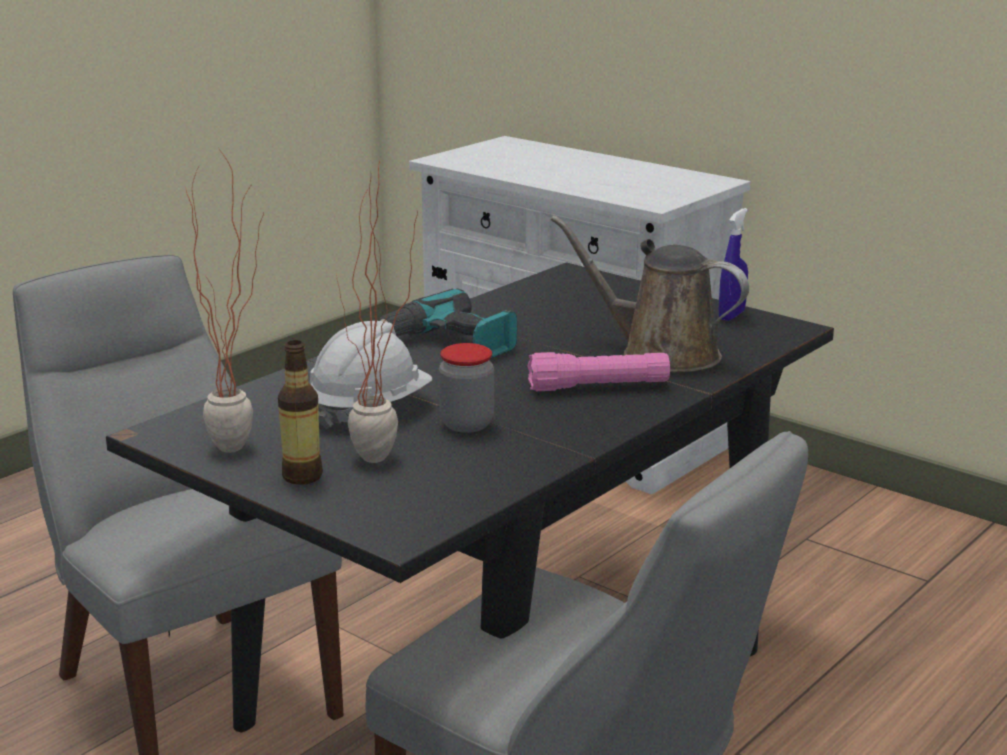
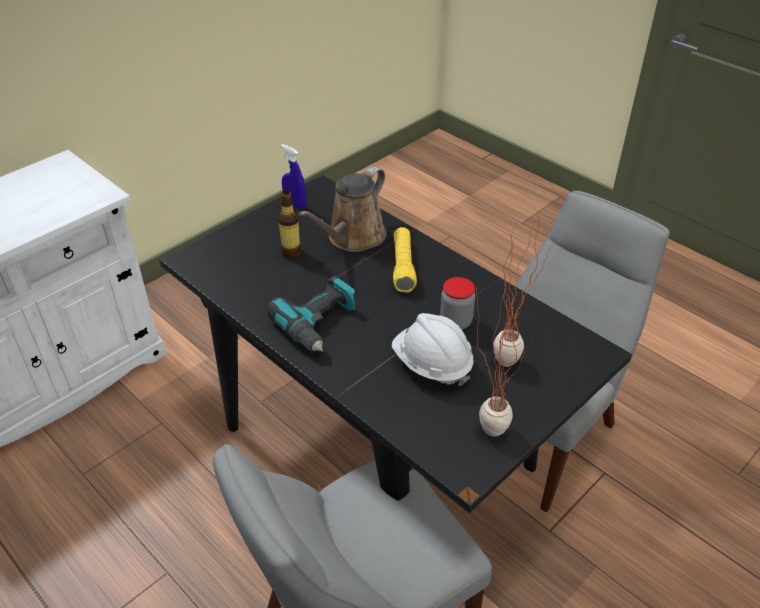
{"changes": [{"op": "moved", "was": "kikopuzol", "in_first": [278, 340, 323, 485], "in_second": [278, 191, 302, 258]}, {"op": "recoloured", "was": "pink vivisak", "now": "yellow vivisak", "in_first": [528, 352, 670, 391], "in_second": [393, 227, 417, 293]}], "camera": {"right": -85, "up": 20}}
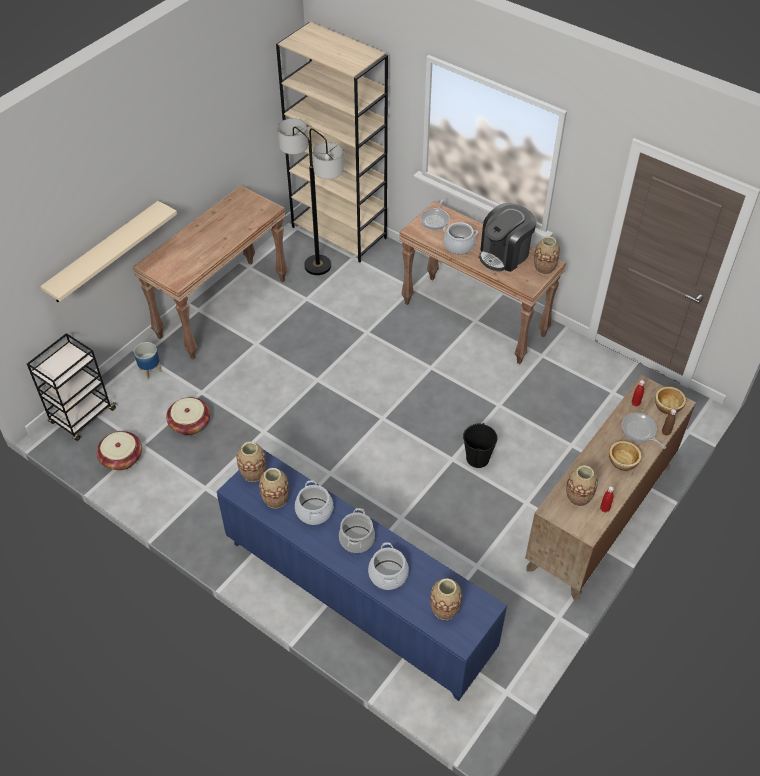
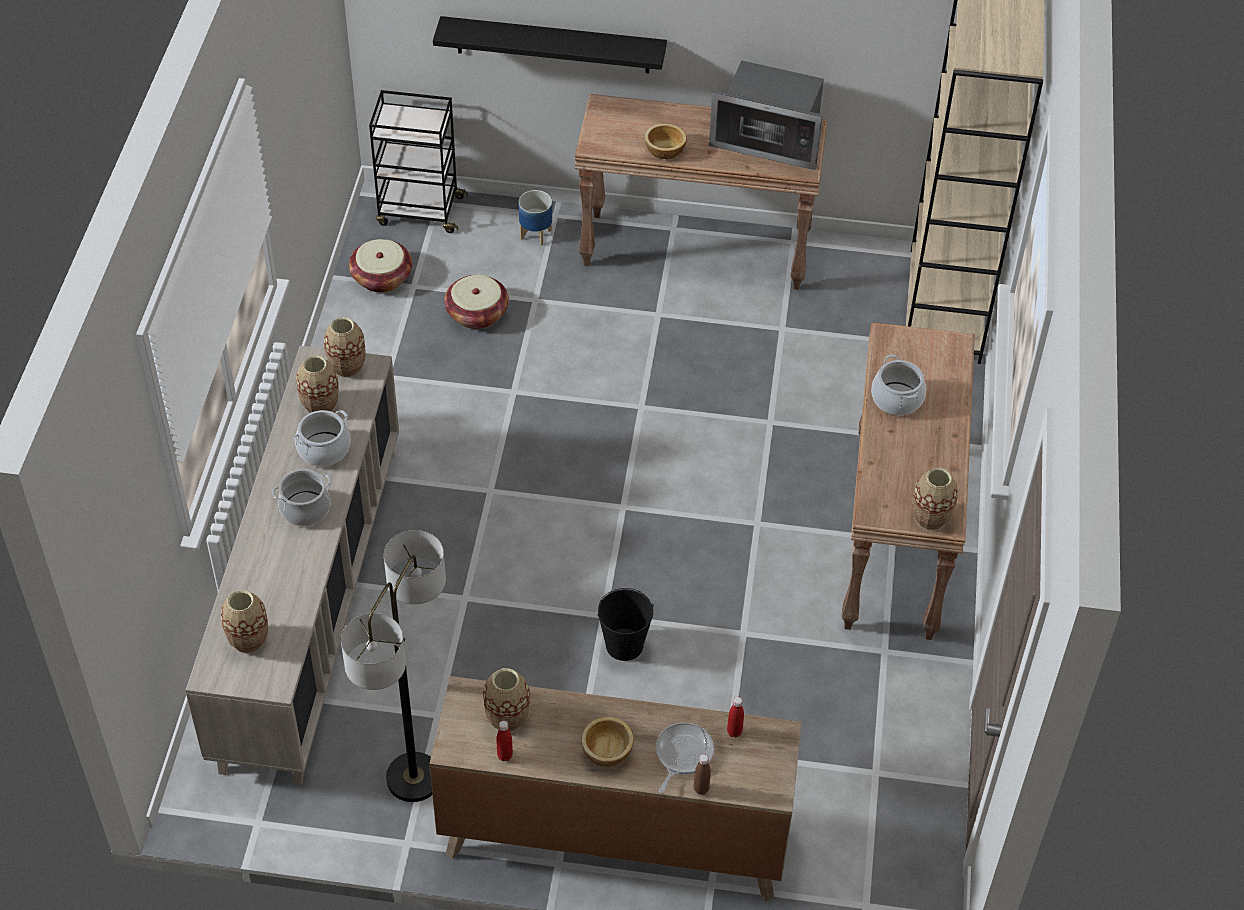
{"changes": [{"op": "recoloured", "was": "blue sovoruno", "now": "beige sovoruno", "in_first": [217, 449, 507, 701], "in_second": [186, 346, 399, 785]}, {"op": "moved", "was": "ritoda", "in_first": [277, 118, 344, 275], "in_second": [341, 530, 446, 802]}, {"op": "recoloured", "was": "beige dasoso", "now": "black dasoso", "in_first": [40, 201, 177, 302], "in_second": [433, 16, 667, 74]}, {"op": "moved", "was": "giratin", "in_first": [655, 387, 686, 414], "in_second": [645, 124, 687, 159]}, {"op": "added", "now": "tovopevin", "in_second": [709, 60, 824, 170]}, {"op": "removed", "was": "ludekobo", "in_first": [368, 543, 409, 590]}, {"op": "removed", "was": "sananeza", "in_first": [420, 199, 450, 230]}, {"op": "removed", "was": "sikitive", "in_first": [479, 203, 537, 272]}], "camera": {"right": 60, "up": 0}}
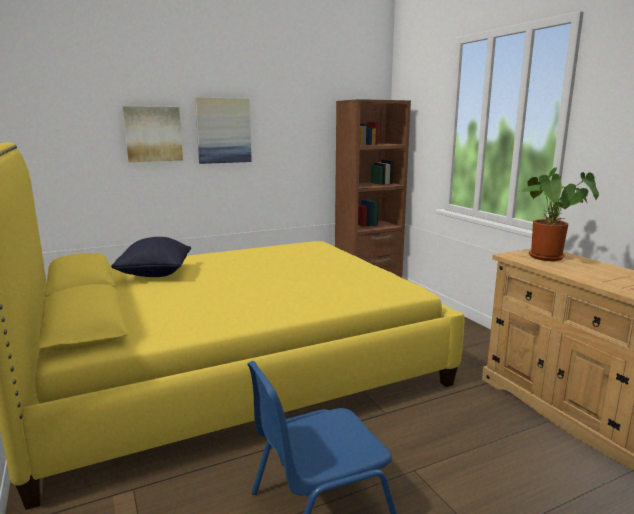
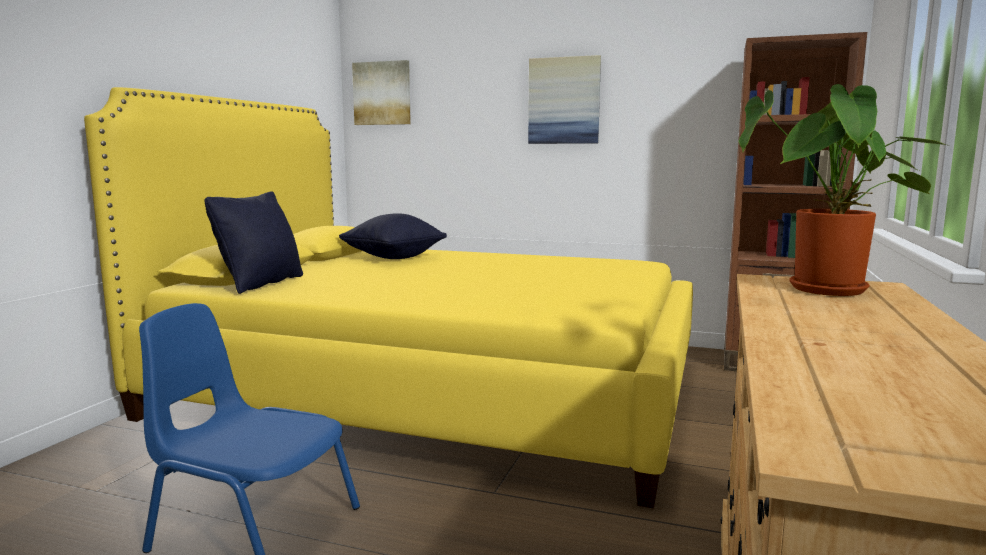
{"changes": [{"op": "added", "now": "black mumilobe", "in_second": [205, 191, 303, 294]}, {"op": "moved", "was": "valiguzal", "in_first": [123, 106, 183, 162], "in_second": [352, 60, 411, 125]}], "camera": {"right": 45, "up": -5}}
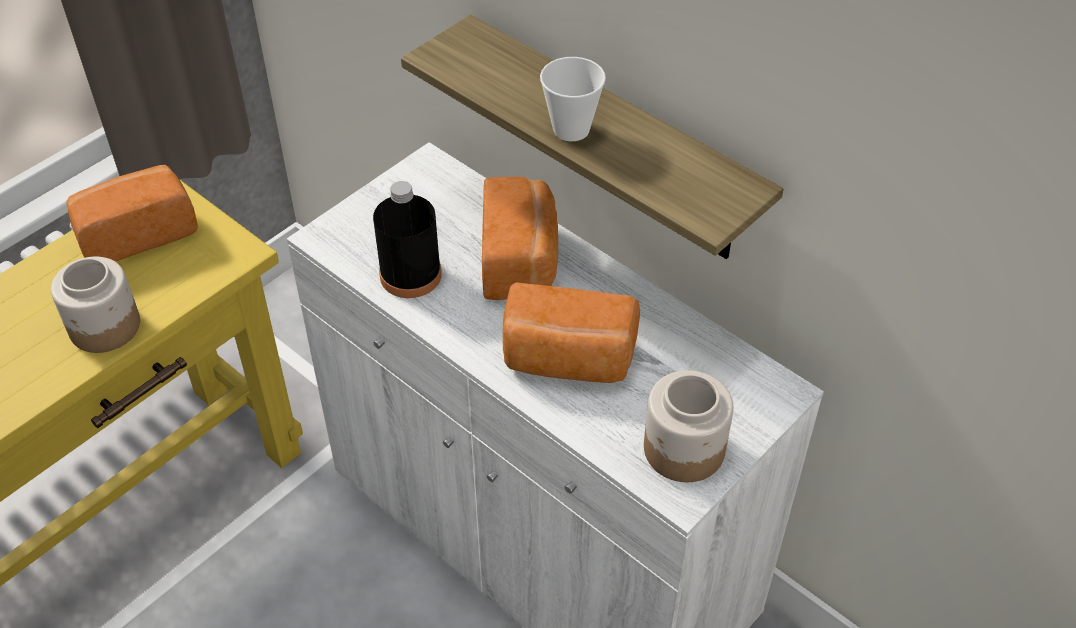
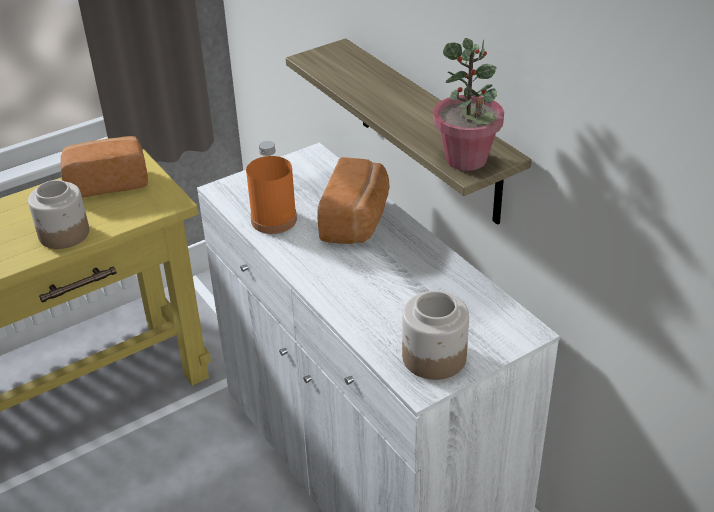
{"changes": [{"op": "recoloured", "was": "black kikopuzol", "now": "orange kikopuzol", "in_first": [373, 181, 442, 298], "in_second": [246, 141, 297, 234]}, {"op": "added", "now": "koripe", "in_second": [433, 38, 504, 171]}, {"op": "removed", "was": "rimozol", "in_first": [503, 282, 640, 383]}, {"op": "removed", "was": "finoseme", "in_first": [540, 57, 606, 141]}], "camera": {"right": 15, "up": -10}}
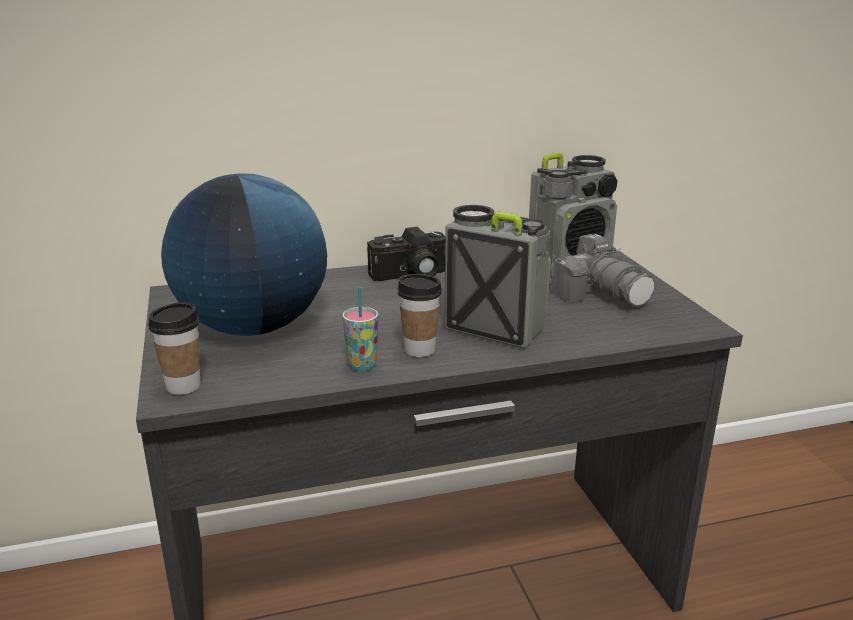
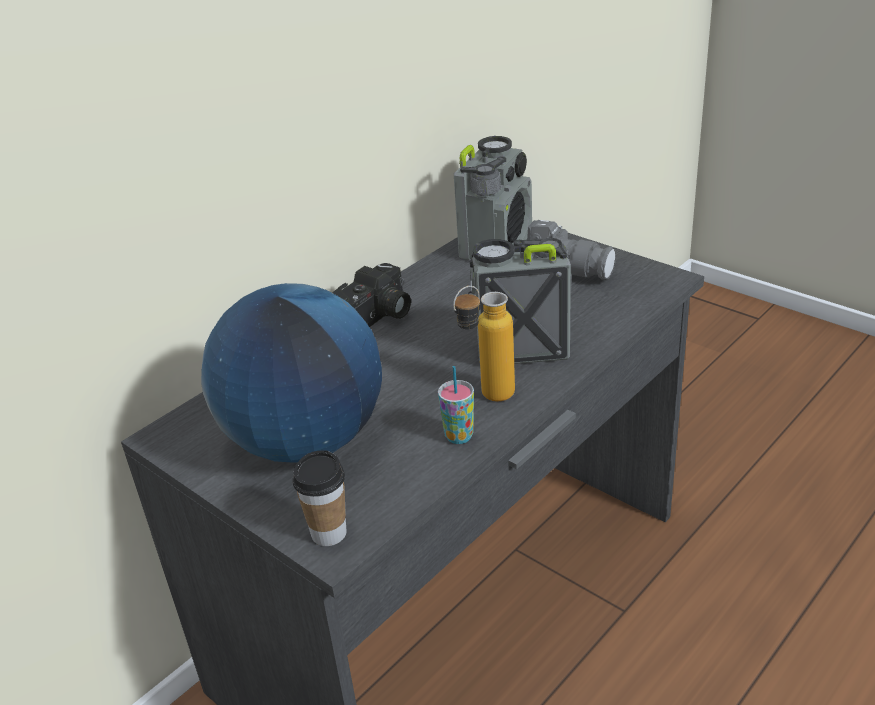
{"changes": [{"op": "replaced", "was": "finoseme", "now": "kikopuzol", "in_first": [397, 274, 442, 357], "in_second": [453, 286, 515, 402]}], "camera": {"right": -30, "up": 10}}
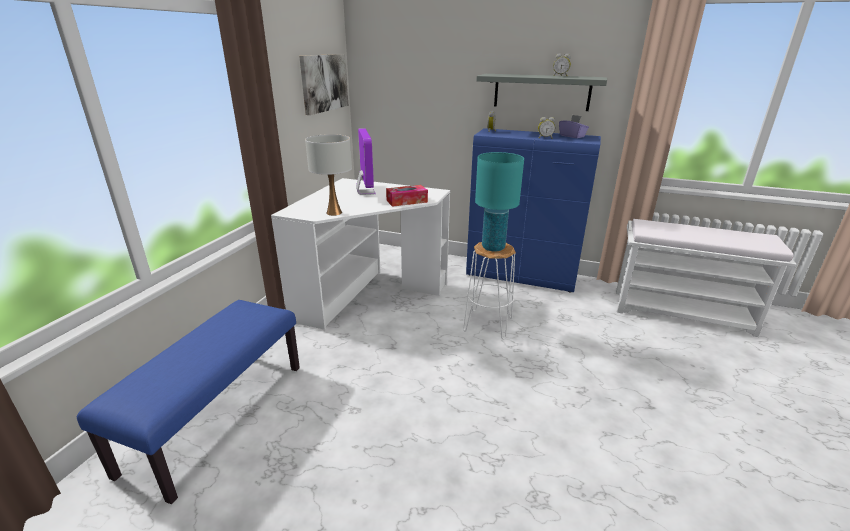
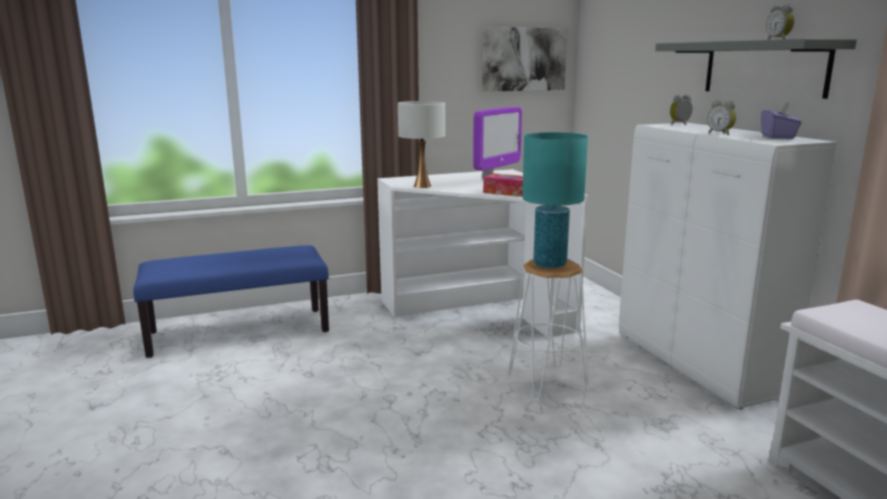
{"changes": [{"op": "recoloured", "was": "blue sovoruno", "now": "white sovoruno", "in_first": [466, 128, 601, 293], "in_second": [619, 123, 837, 409]}], "camera": {"right": 50, "up": -10}}
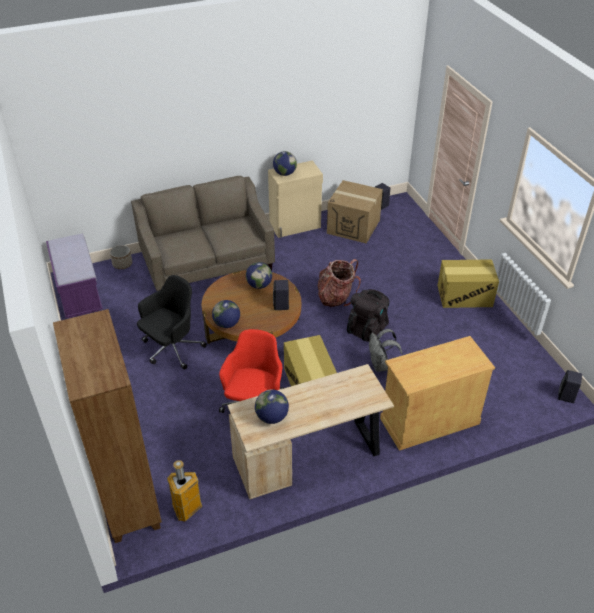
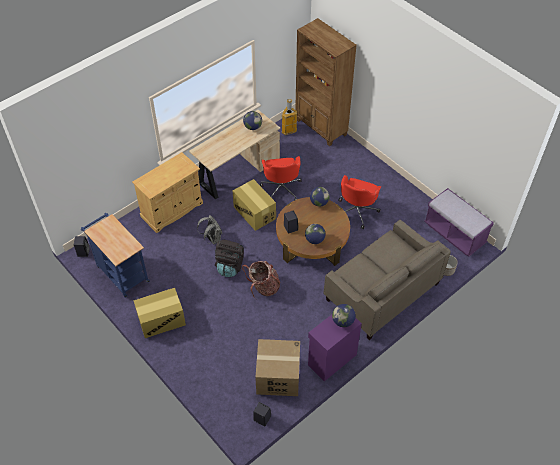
{"changes": [{"op": "added", "now": "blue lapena", "in_second": [81, 213, 150, 298]}, {"op": "recoloured", "was": "beige sovoruno", "now": "purple sovoruno", "in_first": [268, 160, 323, 238], "in_second": [308, 315, 362, 381]}, {"op": "recoloured", "was": "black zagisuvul", "now": "red zagisuvul", "in_first": [137, 275, 207, 370], "in_second": [338, 175, 381, 229]}], "camera": {"right": 160, "up": 10}}
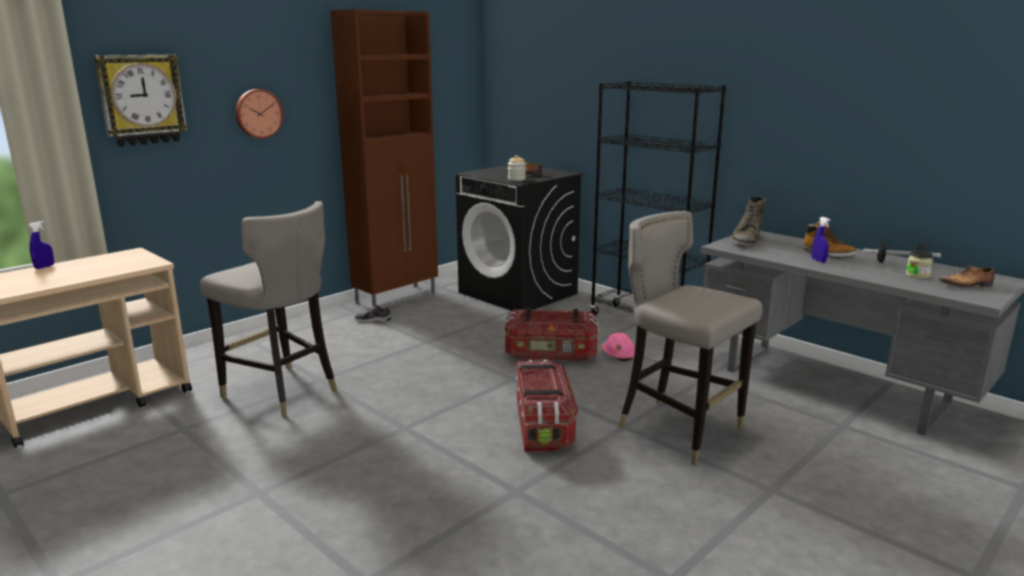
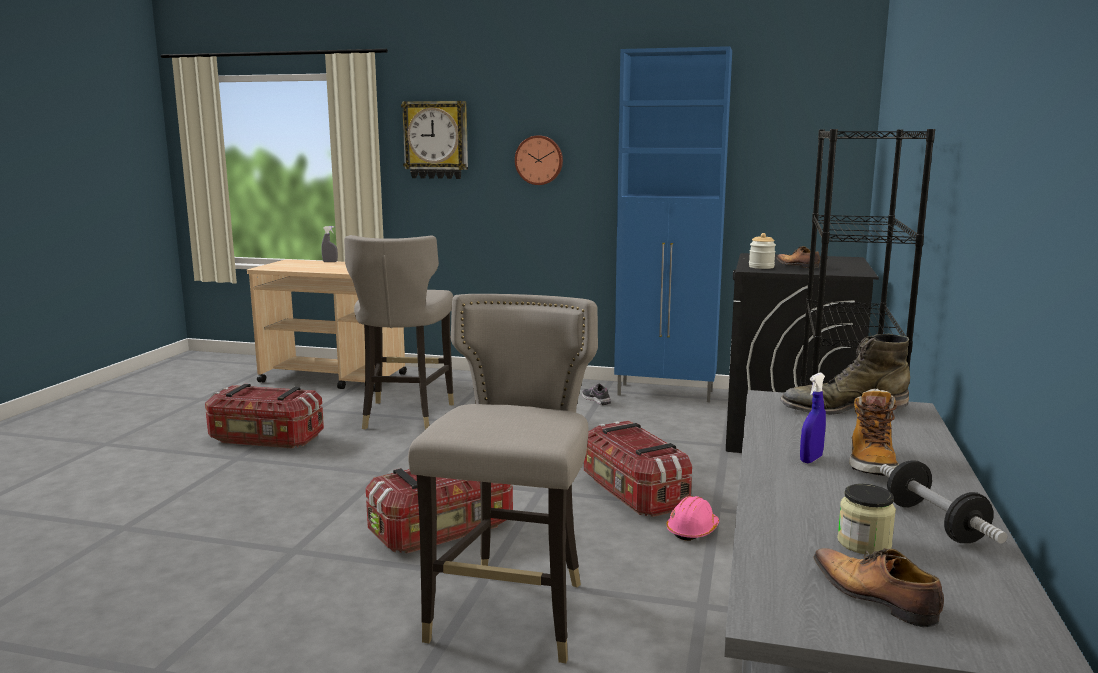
{"changes": [{"op": "added", "now": "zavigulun", "in_second": [205, 384, 324, 448]}, {"op": "recoloured", "was": "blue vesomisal", "now": "grey vesomisal", "in_first": [28, 221, 54, 269], "in_second": [321, 226, 338, 262]}, {"op": "recoloured", "was": "brown sovoruno", "now": "blue sovoruno", "in_first": [330, 9, 438, 306], "in_second": [614, 46, 732, 402]}], "camera": {"right": 60, "up": -5}}
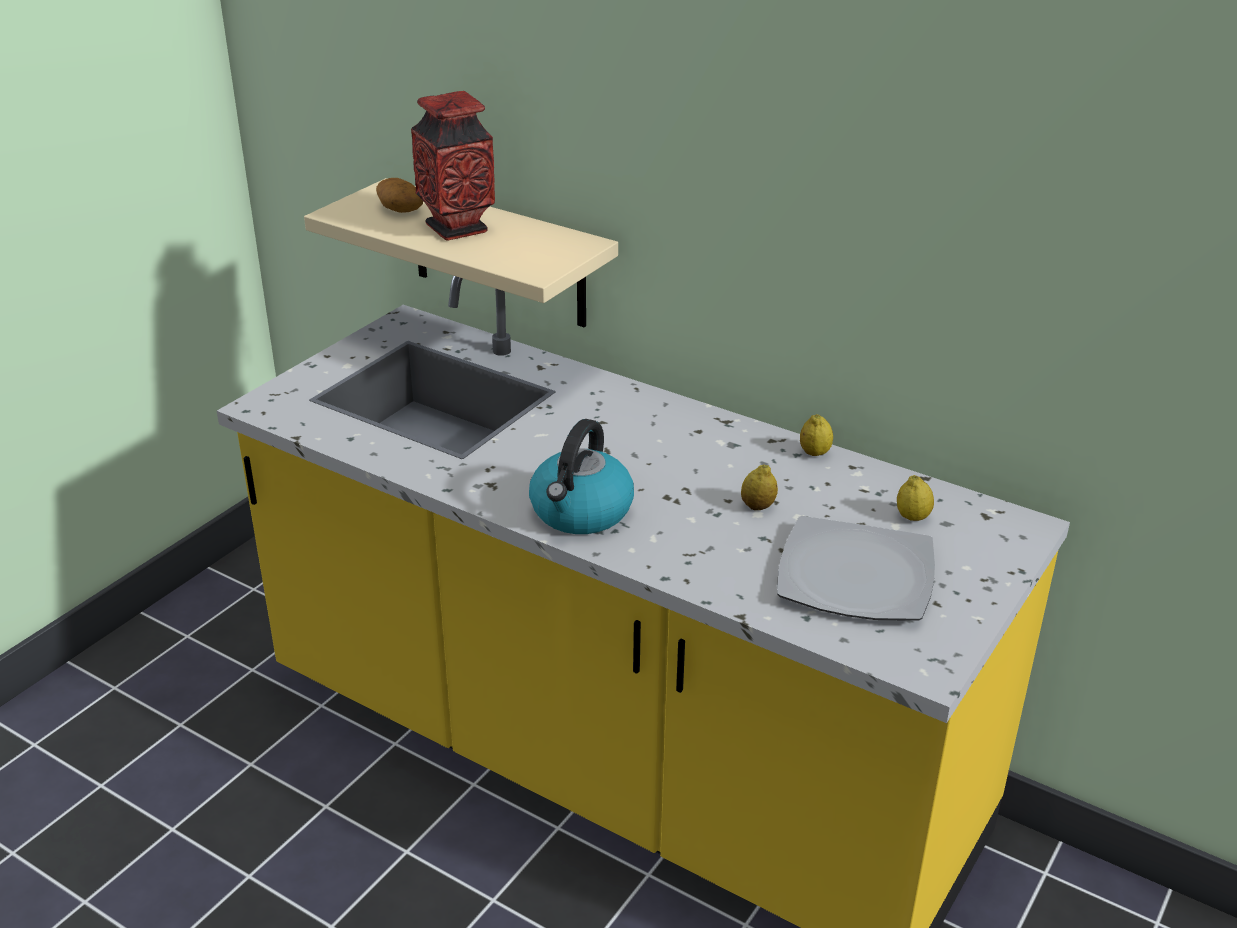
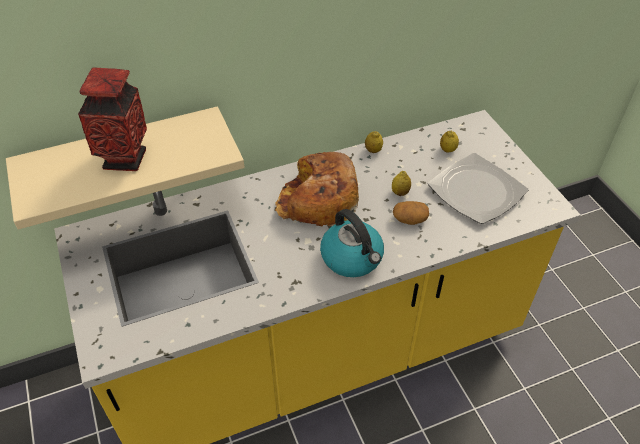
{"changes": [{"op": "added", "now": "rimozol", "in_second": [275, 152, 359, 226]}, {"op": "moved", "was": "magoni", "in_first": [376, 178, 423, 213], "in_second": [393, 201, 429, 225]}], "camera": {"right": -55, "up": 15}}
